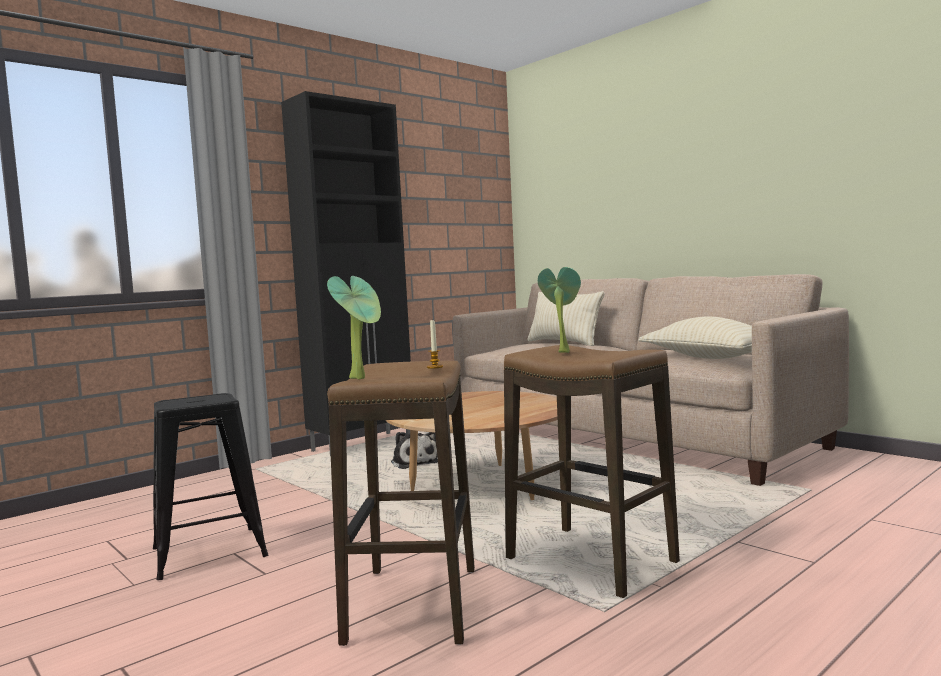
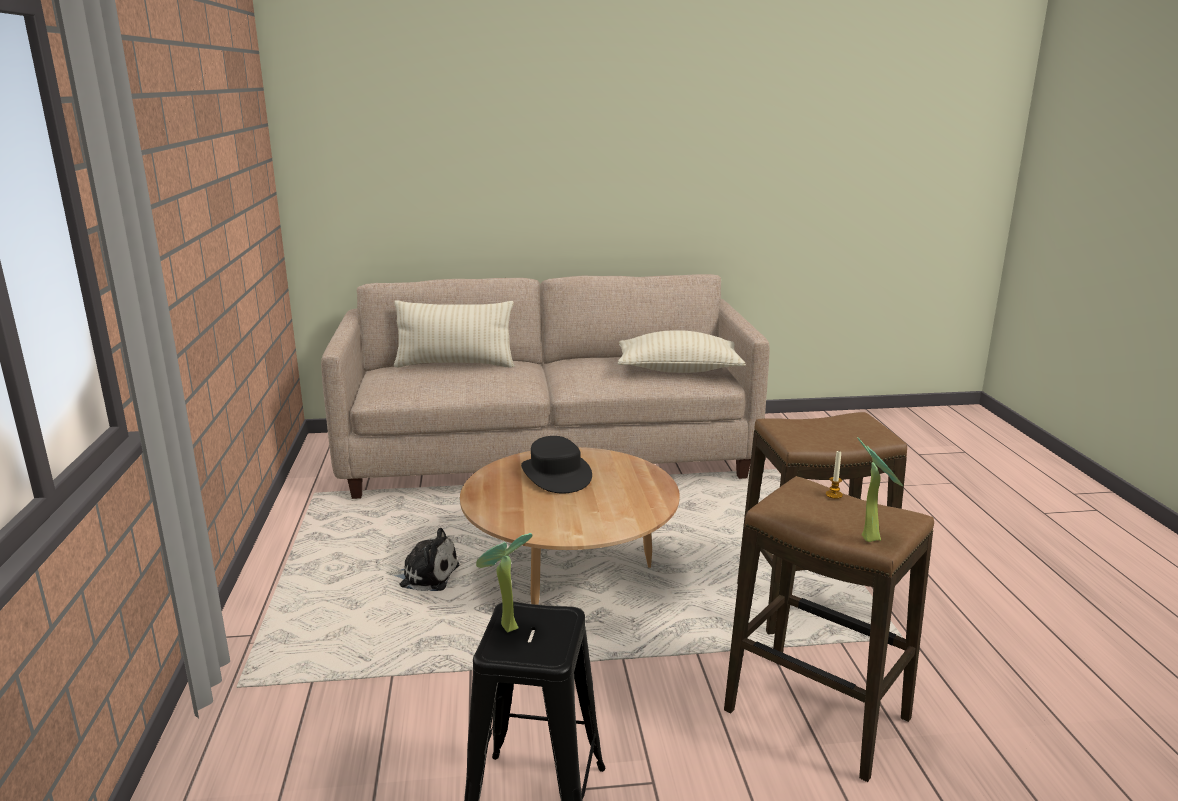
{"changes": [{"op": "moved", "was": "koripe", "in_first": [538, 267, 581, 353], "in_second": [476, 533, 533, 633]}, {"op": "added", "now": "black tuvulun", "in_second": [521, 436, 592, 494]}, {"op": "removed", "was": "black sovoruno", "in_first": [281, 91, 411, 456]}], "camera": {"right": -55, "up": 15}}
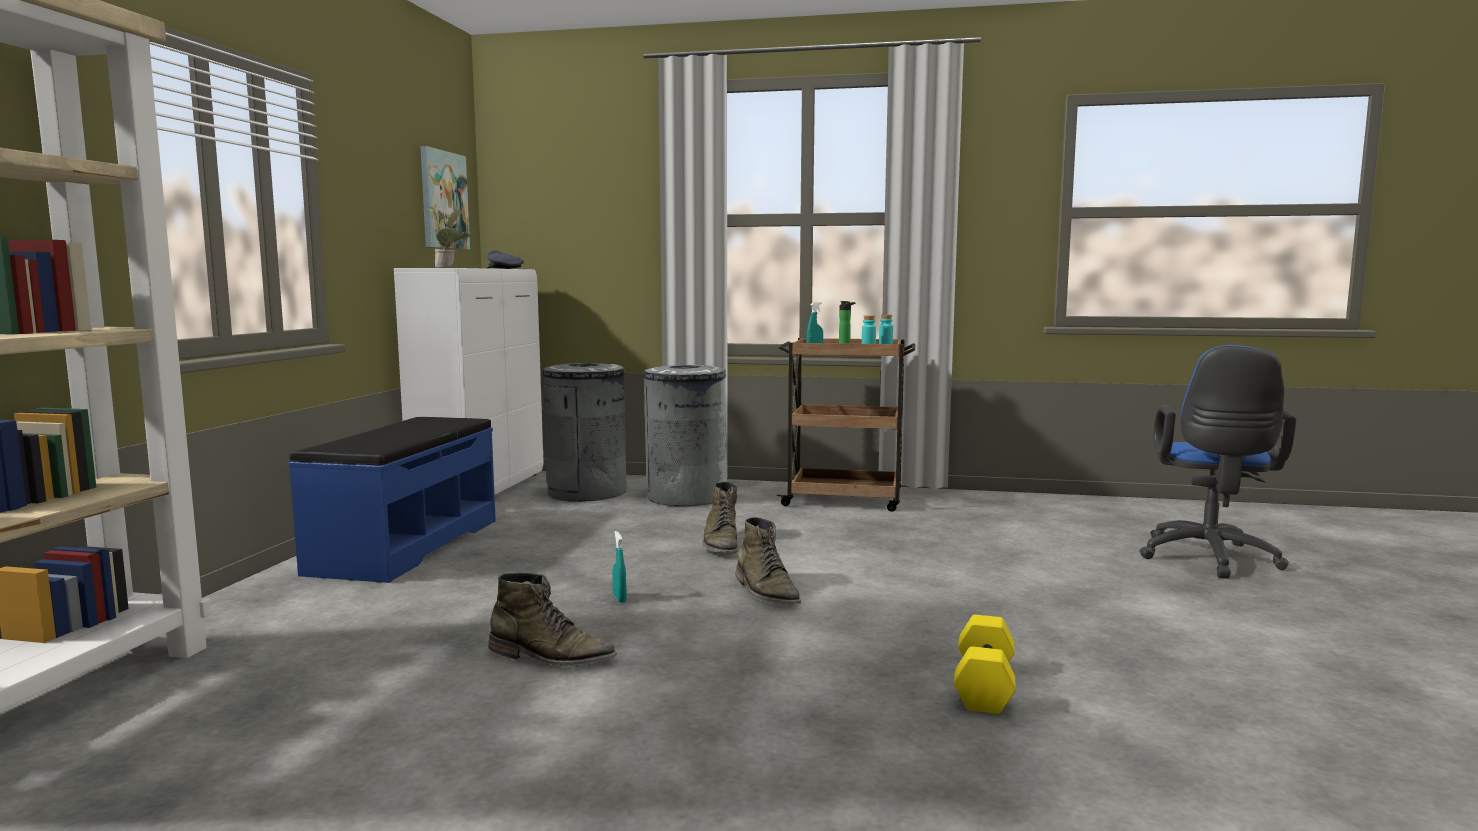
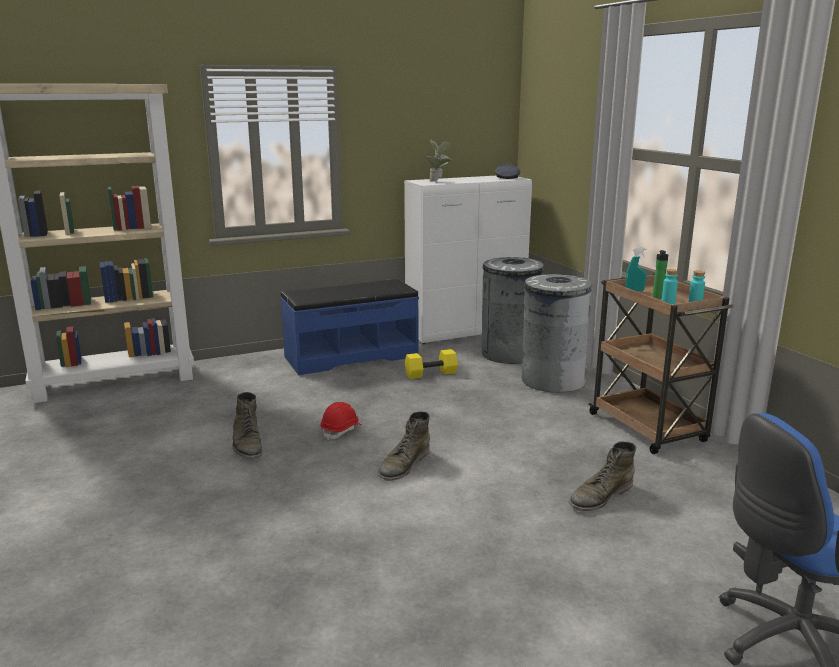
{"changes": [{"op": "replaced", "was": "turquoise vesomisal", "now": "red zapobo", "in_first": [613, 531, 627, 602], "in_second": [320, 402, 362, 440]}, {"op": "moved", "was": "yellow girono", "in_first": [954, 615, 1016, 714], "in_second": [405, 349, 458, 379]}, {"op": "moved", "was": "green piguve", "in_first": [703, 482, 738, 554], "in_second": [569, 442, 636, 511]}, {"op": "removed", "was": "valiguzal", "in_first": [420, 146, 470, 249]}], "camera": {"right": 55, "up": 10}}
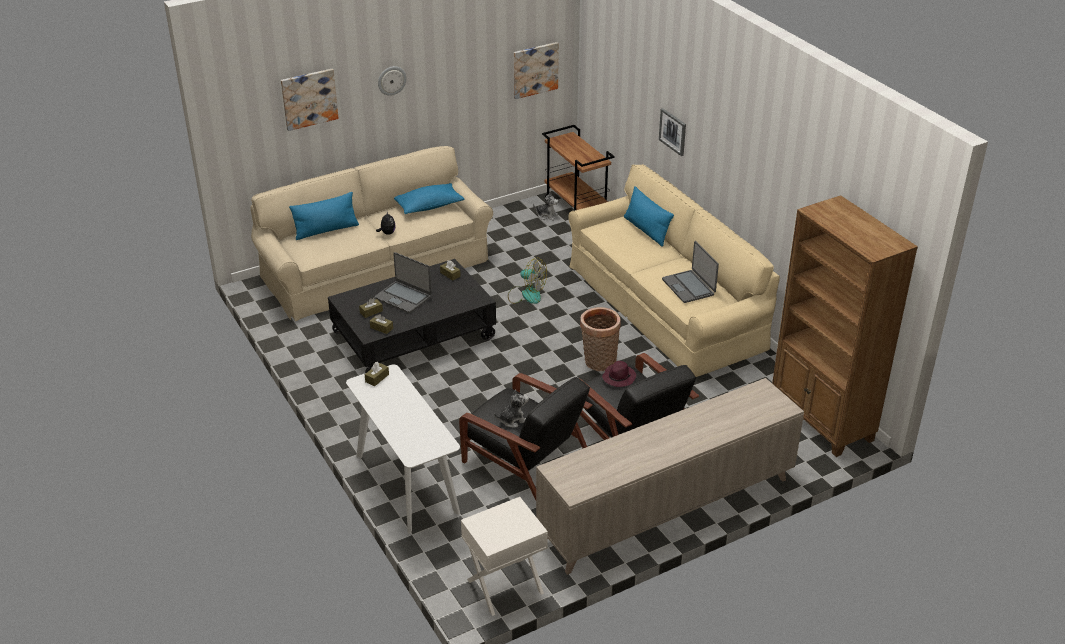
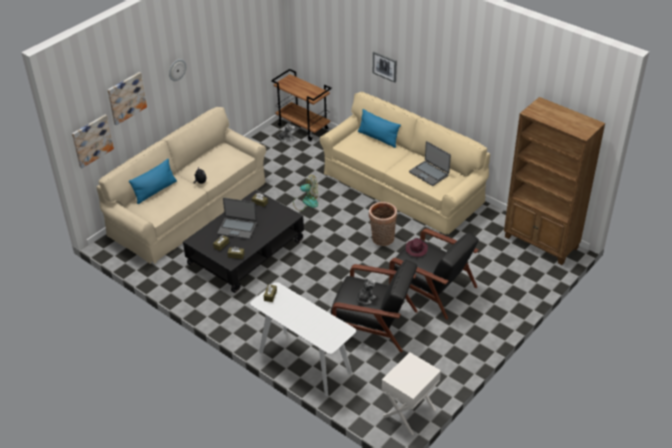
{"changes": [{"op": "moved", "was": "valiguzal", "in_first": [514, 42, 559, 99], "in_second": [72, 115, 114, 168]}, {"op": "removed", "was": "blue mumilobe", "in_first": [394, 183, 465, 214]}, {"op": "removed", "was": "beige sovoruno", "in_first": [536, 378, 804, 575]}], "camera": {"right": -20, "up": 5}}
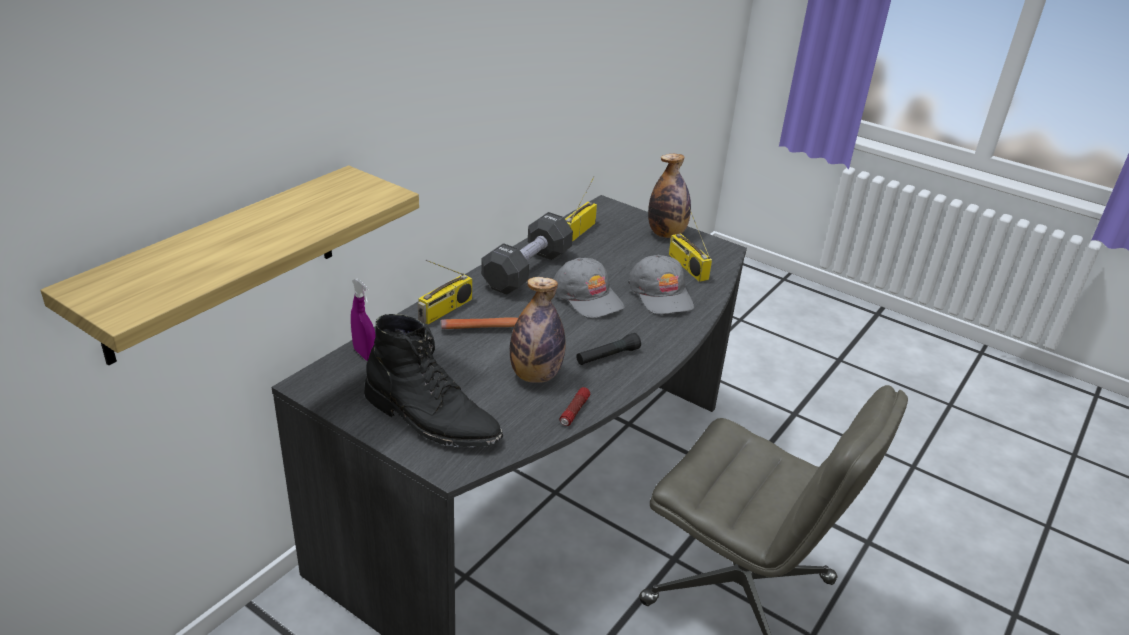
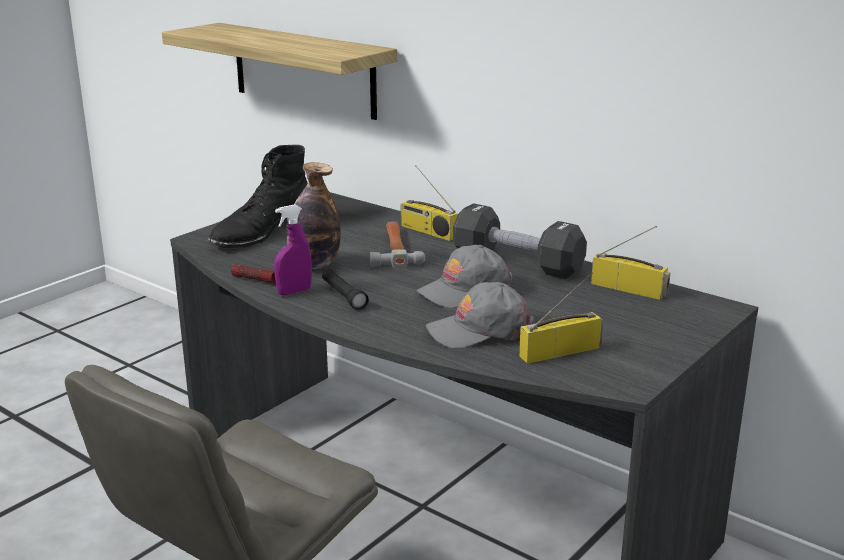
{"changes": [{"op": "moved", "was": "purple vesomisal", "in_first": [351, 278, 376, 361], "in_second": [274, 204, 312, 296]}, {"op": "removed", "was": "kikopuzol", "in_first": [648, 154, 691, 238]}], "camera": {"right": 95, "up": -10}}
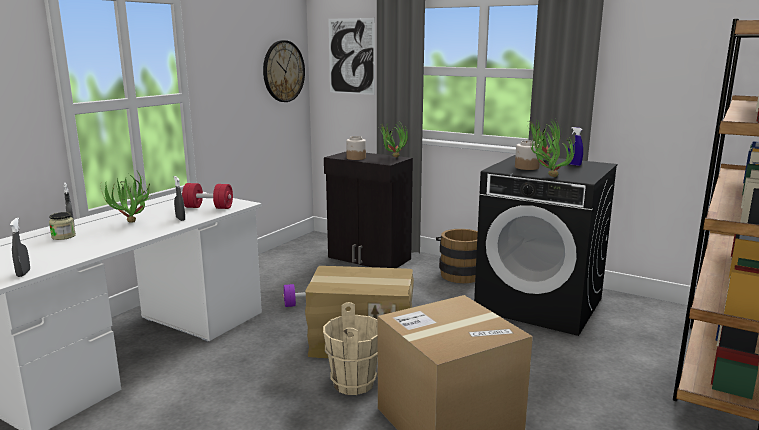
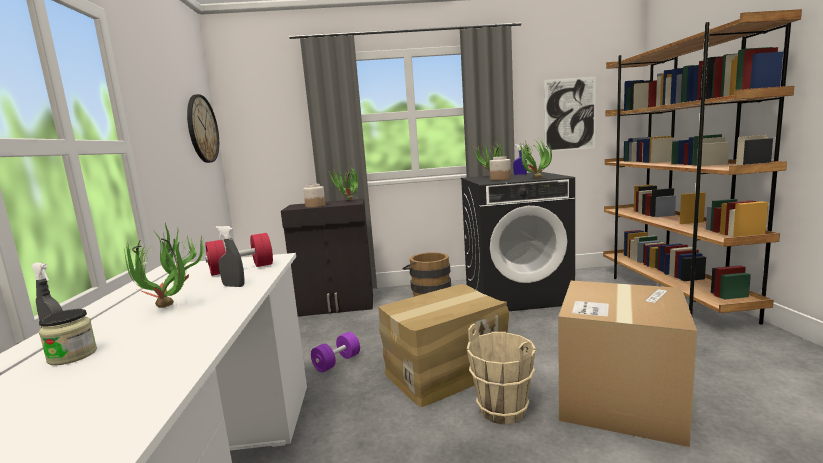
{"changes": [{"op": "moved", "was": "valiguzal", "in_first": [328, 18, 375, 95], "in_second": [544, 77, 596, 152]}, {"op": "removed", "was": "grey vesomisal", "in_first": [10, 218, 30, 277]}], "camera": {"right": -35, "up": -5}}
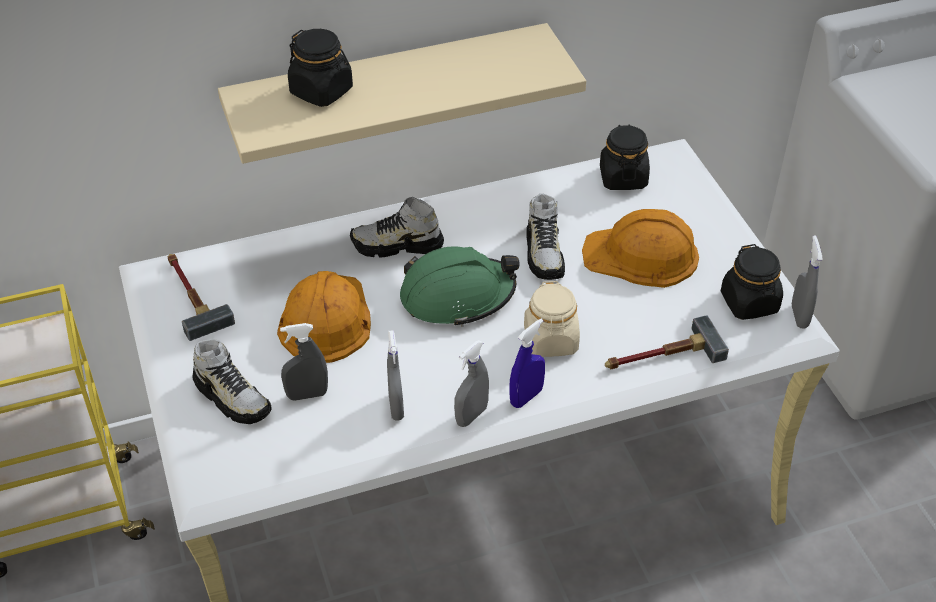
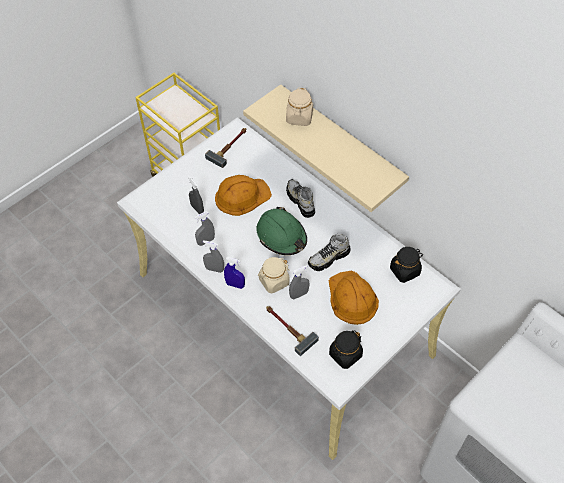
{"changes": [{"op": "recoloured", "was": "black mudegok", "now": "beige mudegok", "in_first": [288, 29, 353, 107], "in_second": [286, 88, 313, 126]}, {"op": "moved", "was": "grey vesomisal", "in_first": [792, 236, 823, 329], "in_second": [289, 265, 309, 299]}, {"op": "removed", "was": "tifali", "in_first": [192, 339, 272, 424]}], "camera": {"right": 65, "up": 10}}
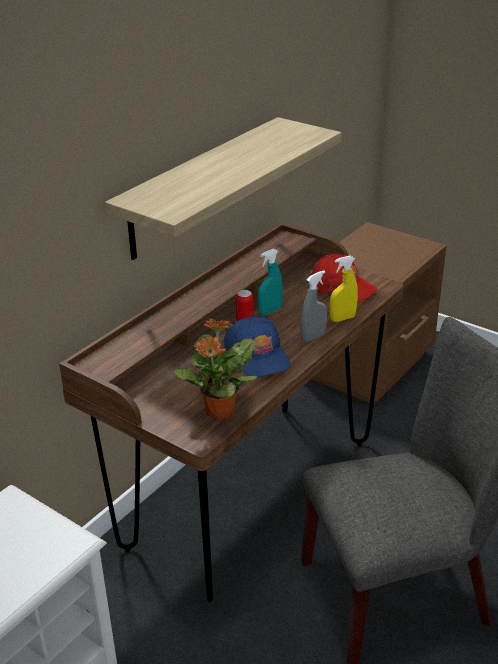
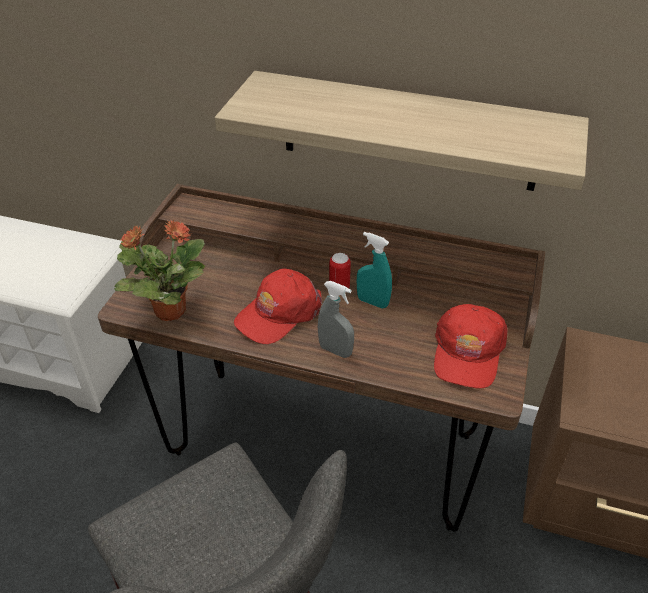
{"changes": [{"op": "recoloured", "was": "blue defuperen", "now": "red defuperen", "in_first": [224, 317, 291, 378], "in_second": [234, 269, 322, 344]}, {"op": "removed", "was": "yellow vesomisal", "in_first": [329, 256, 358, 322]}], "camera": {"right": 70, "up": 10}}
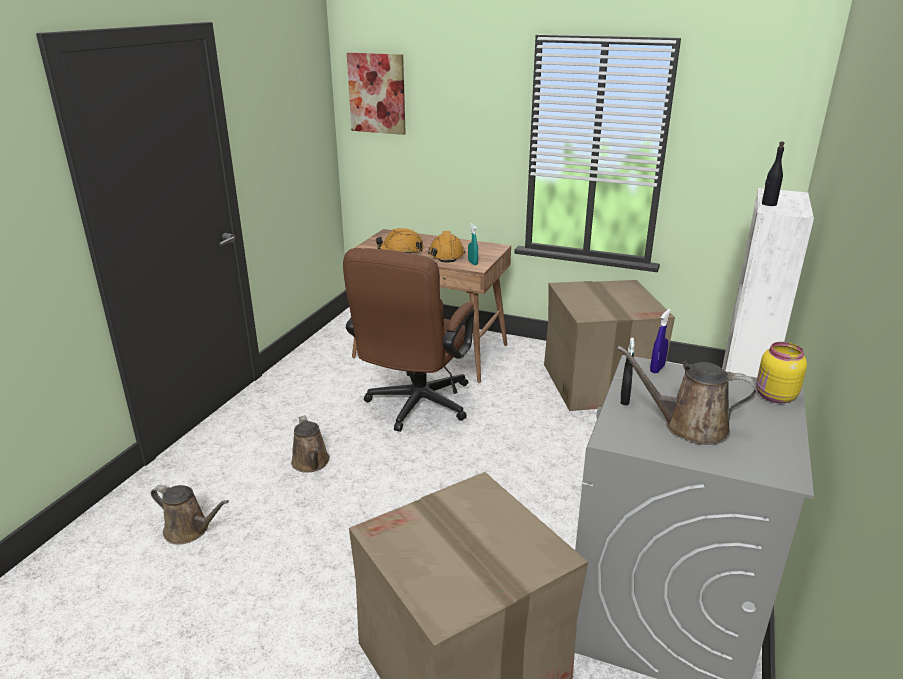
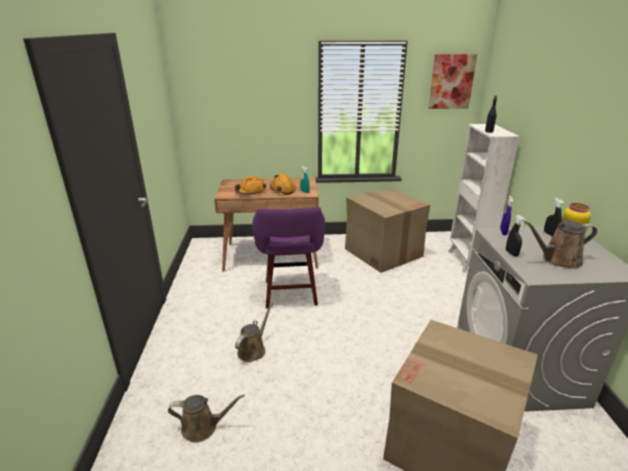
{"changes": [{"op": "turned", "was": "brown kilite", "in_first": [291, 415, 330, 472], "in_second": [235, 303, 273, 362], "clockwise": -105}, {"op": "replaced", "was": "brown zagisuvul", "now": "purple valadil", "in_first": [343, 248, 474, 432], "in_second": [252, 207, 325, 308]}, {"op": "moved", "was": "valiguzal", "in_first": [347, 53, 406, 135], "in_second": [429, 54, 477, 109]}, {"op": "added", "now": "black vesomisal", "in_second": [544, 198, 564, 237]}], "camera": {"right": -25, "up": 0}}
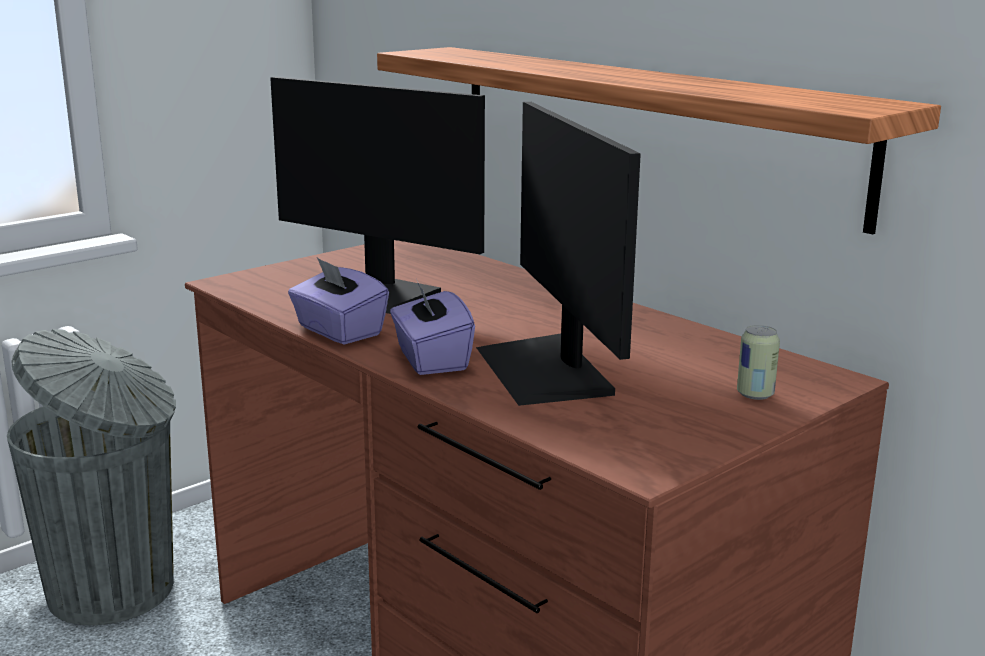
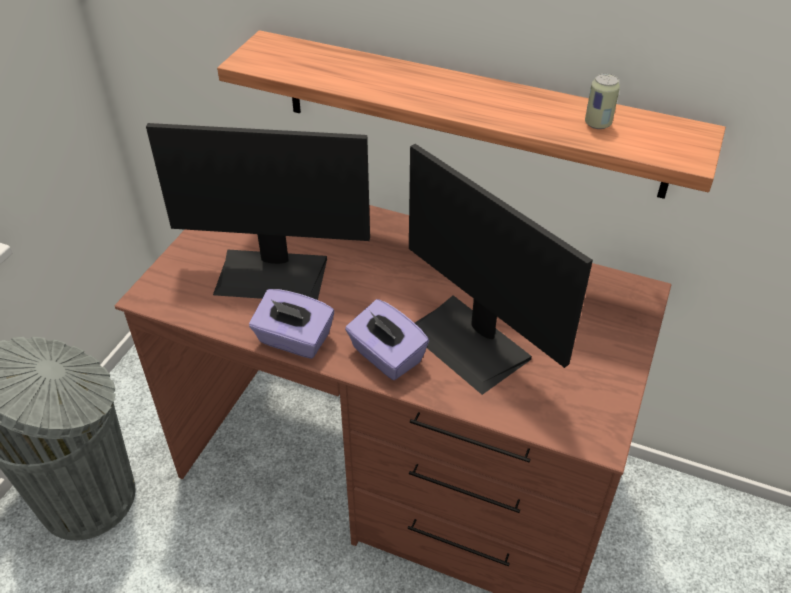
{"changes": [{"op": "moved", "was": "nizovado", "in_first": [737, 325, 780, 400], "in_second": [585, 74, 620, 129]}], "camera": {"right": -25, "up": 25}}
